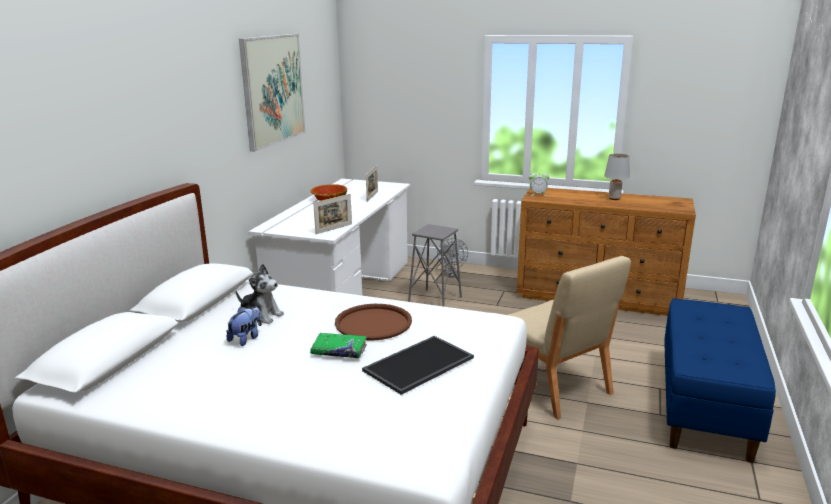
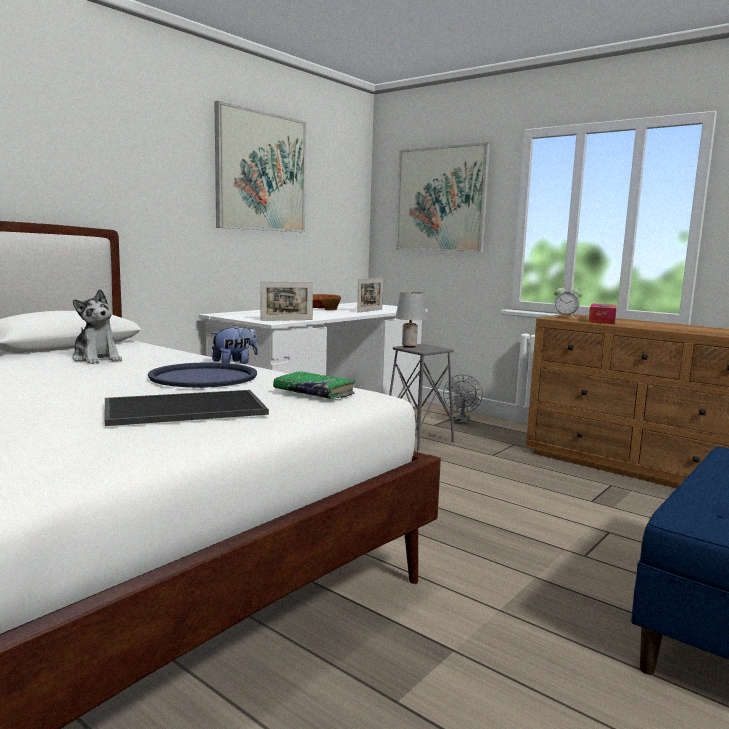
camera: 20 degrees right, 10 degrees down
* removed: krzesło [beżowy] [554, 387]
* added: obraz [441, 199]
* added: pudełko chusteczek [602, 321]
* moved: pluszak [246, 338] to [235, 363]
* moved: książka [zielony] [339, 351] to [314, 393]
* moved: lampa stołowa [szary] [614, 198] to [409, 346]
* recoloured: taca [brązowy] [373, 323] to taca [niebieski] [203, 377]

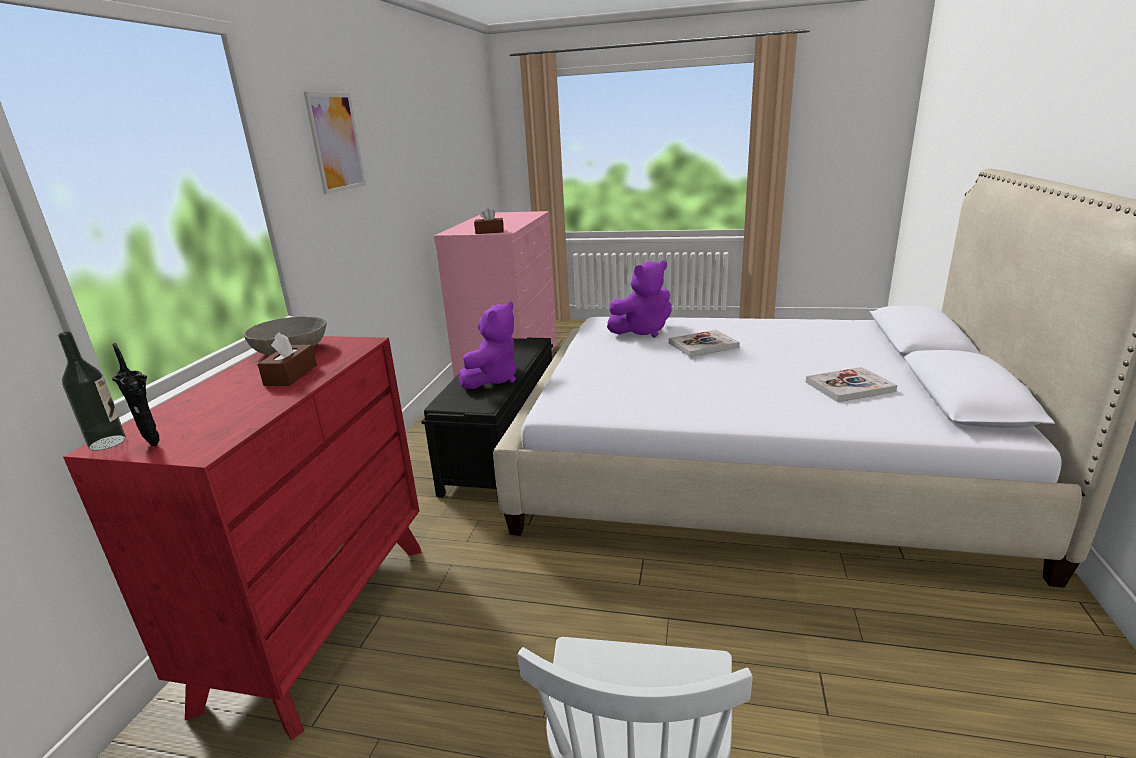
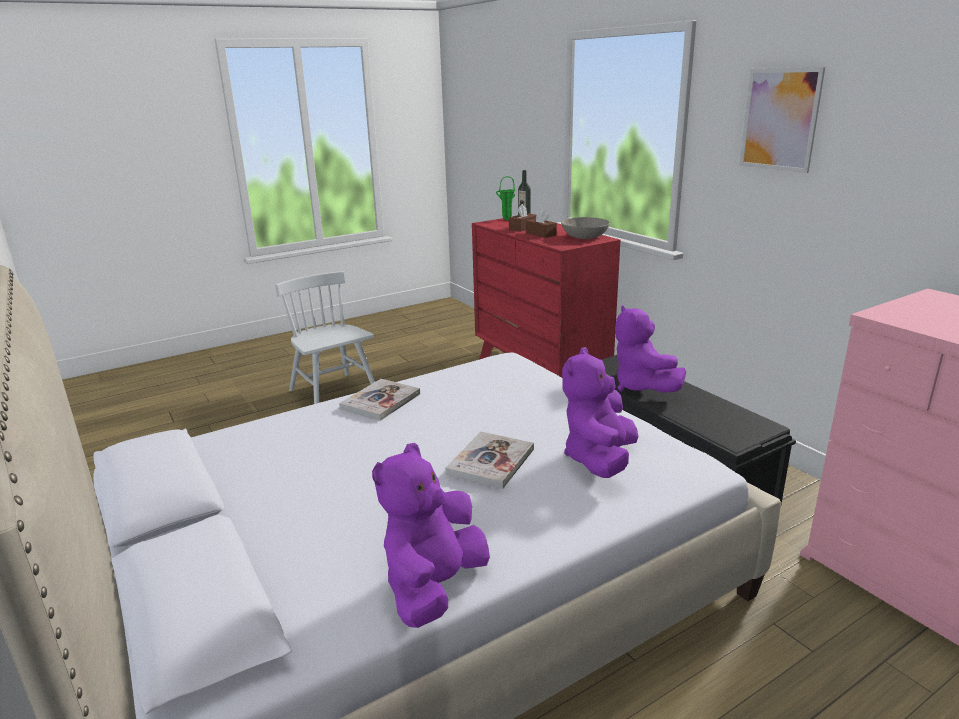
camera: 135 degrees right, 0 degrees up
* added: pluszak [fioletowy] [434, 587]
* moved: pudełko chusteczek [brązowy] [489, 232] to [523, 228]
* moved: książka [849, 387] to [380, 401]
* recoloured: wazon [czarny] [154, 446] to wazon [zielony] [506, 220]

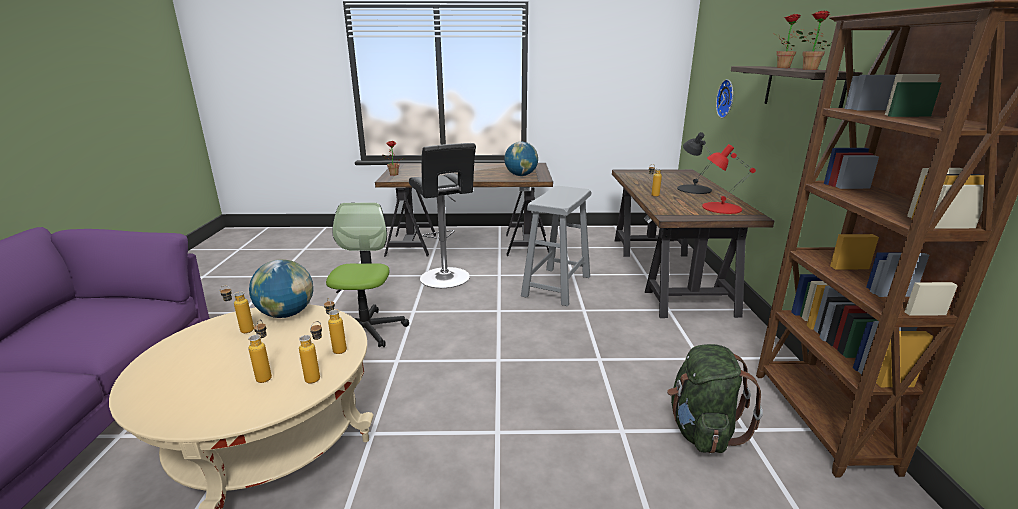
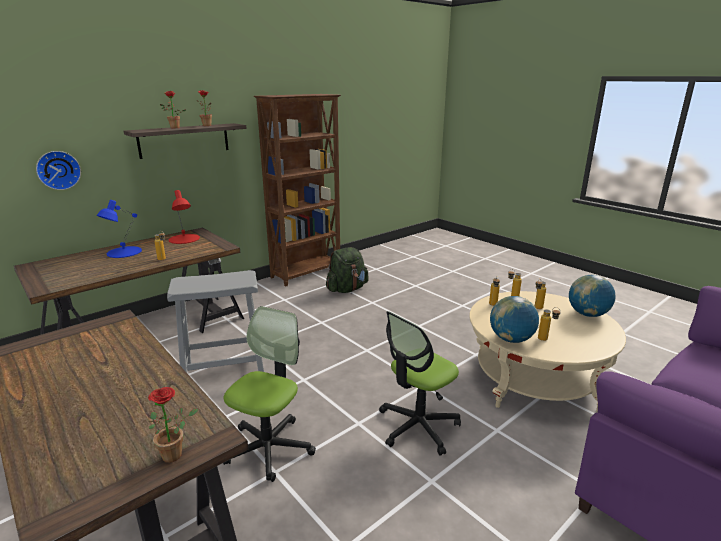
camera: 130 degrees left, 0 degrees up
* moved: globus [521, 175] to [587, 314]
* replaced: stołek [czarny] [446, 279] to krzesło biurowe [269, 448]
* recoloured: lampa stołowa [czarny] [694, 189] to lampa stołowa [niebieski] [123, 252]

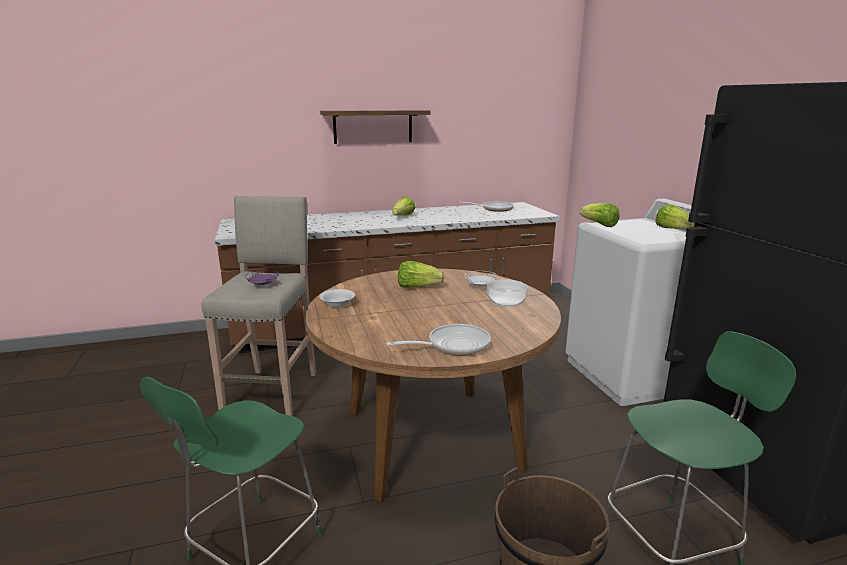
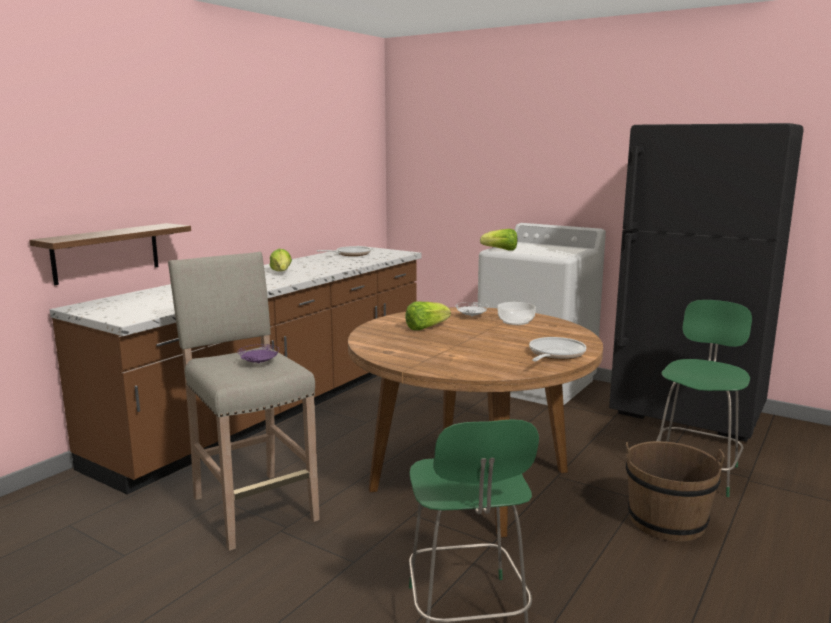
camera: 40 degrees left, 5 degrees down
* removed: miska [biały] [337, 304]
* removed: sałata [673, 230]
* moved: półka [373, 126] to [106, 253]

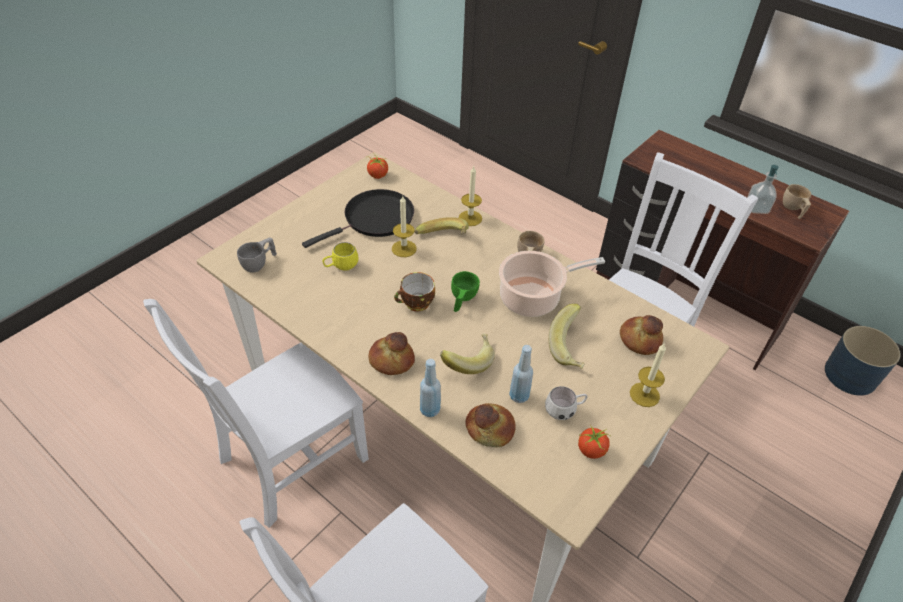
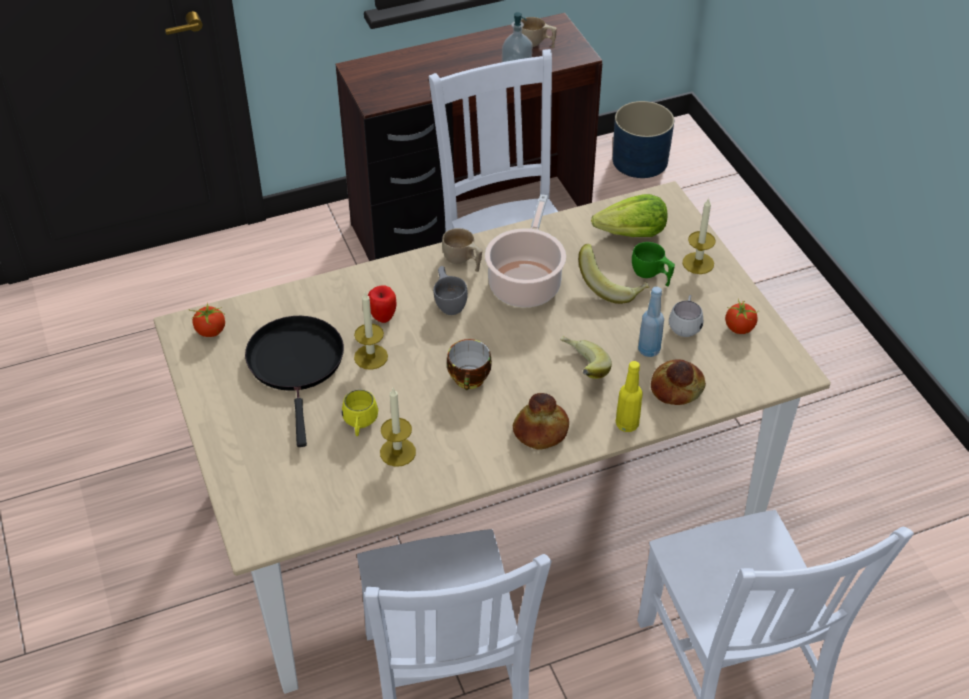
camera: 60 degrees left, 0 degrees up
* moved: filiżanka [szary] [259, 263] to [449, 301]
* moved: filiżanka [zielony] [462, 300] to [651, 275]
* moved: świeca [470, 218] to [397, 452]
* replaced: banan [443, 240] to jabłko [383, 317]
* replaced: chleb [639, 340] to sałata [632, 234]
* recoloured: butelka [niebieski] [430, 410] to butelka [żółty] [627, 424]

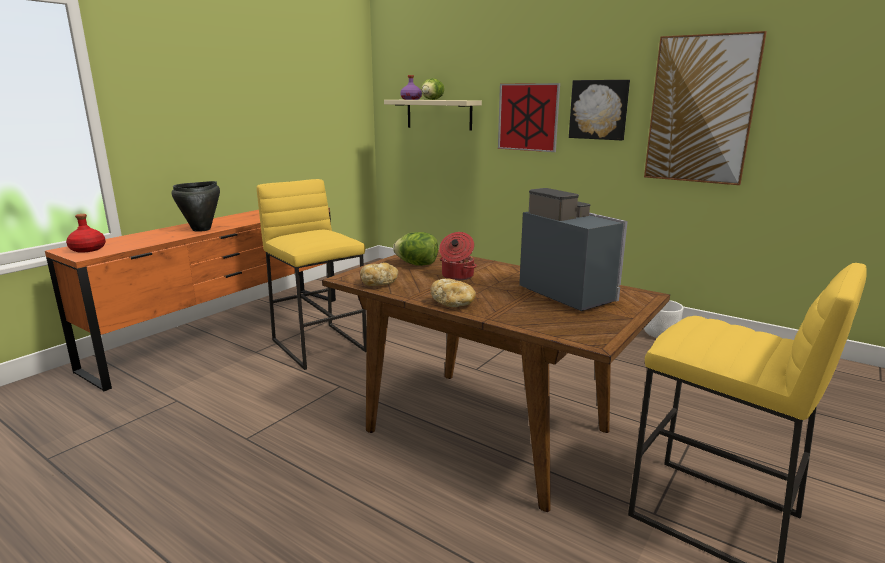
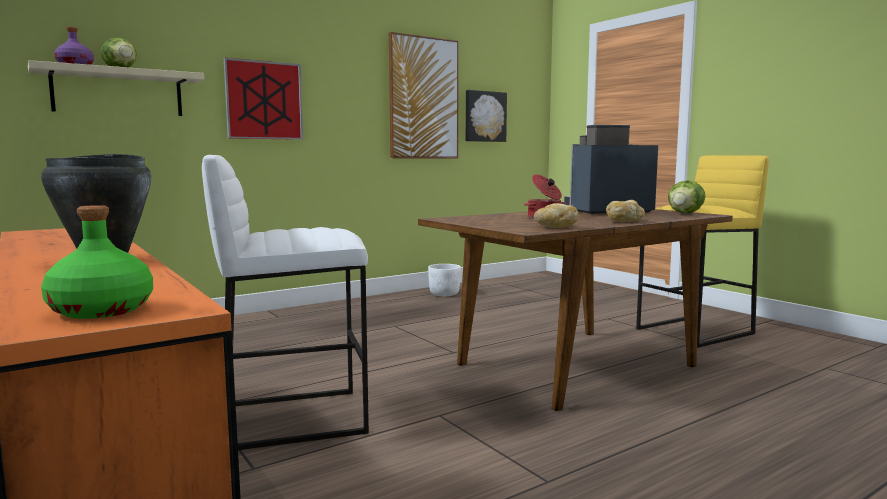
camera: 70 degrees left, 10 degrees down
* moved: sałata [417, 264] to [685, 213]
* moved: obraz [599, 109] to [484, 116]
* recoloured: butelka [czerwony] [87, 249] to butelka [zielony] [100, 310]
* recoloured: stołek [żółty] [320, 345] to stołek [biały] [294, 418]

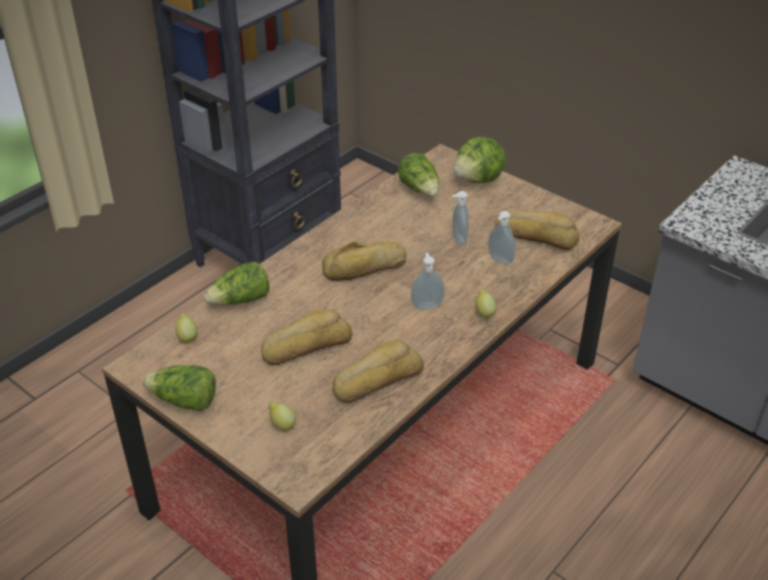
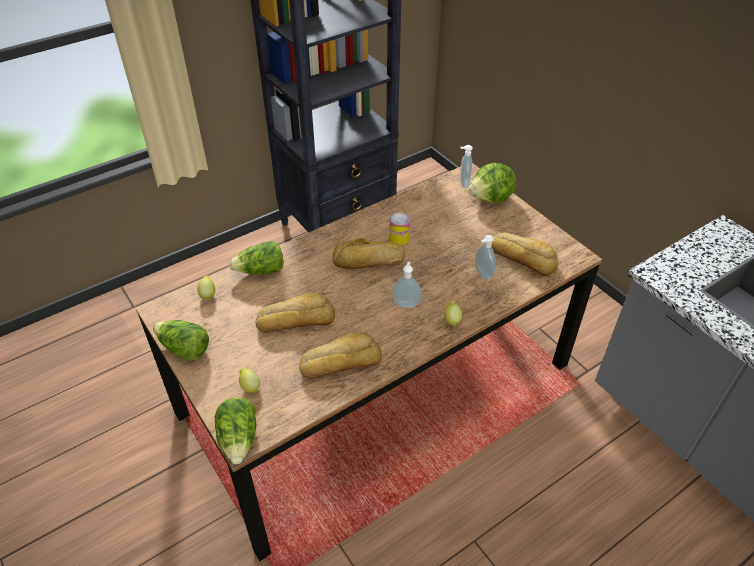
camera: 15 degrees right, 5 degrees up
* added: puszka [399, 238]
* moved: sałata [420, 189] to [239, 439]
* moved: dozownik mydła [458, 240] to [463, 182]

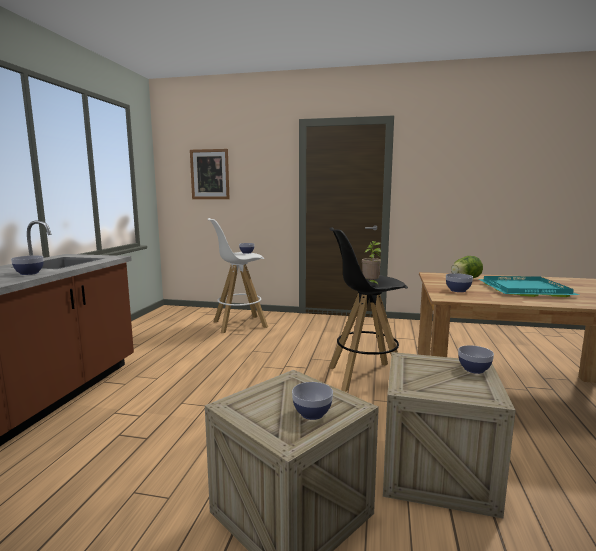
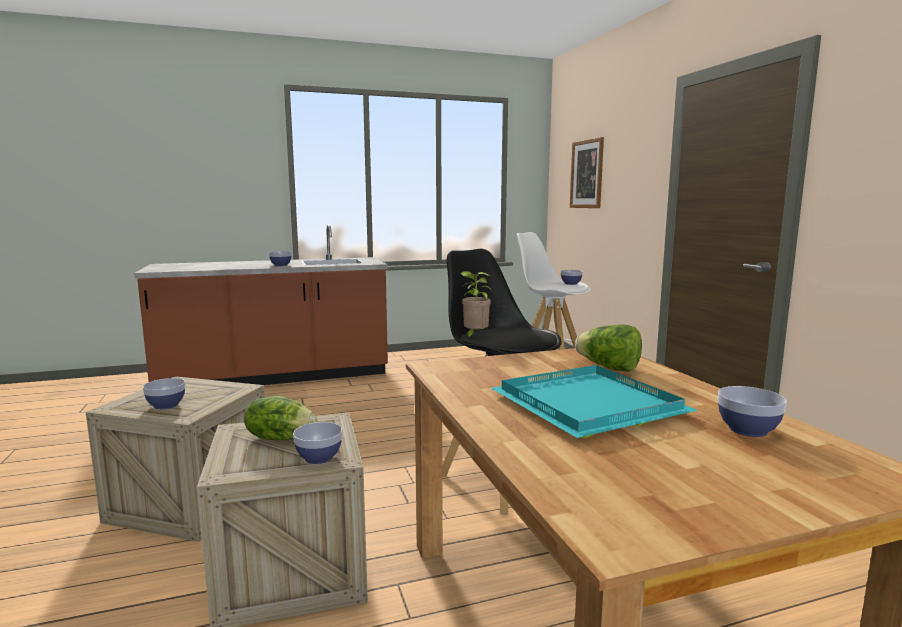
camera: 60 degrees right, 0 degrees up
* added: sałata [280, 438]
* moved: miska [458, 290] to [748, 430]

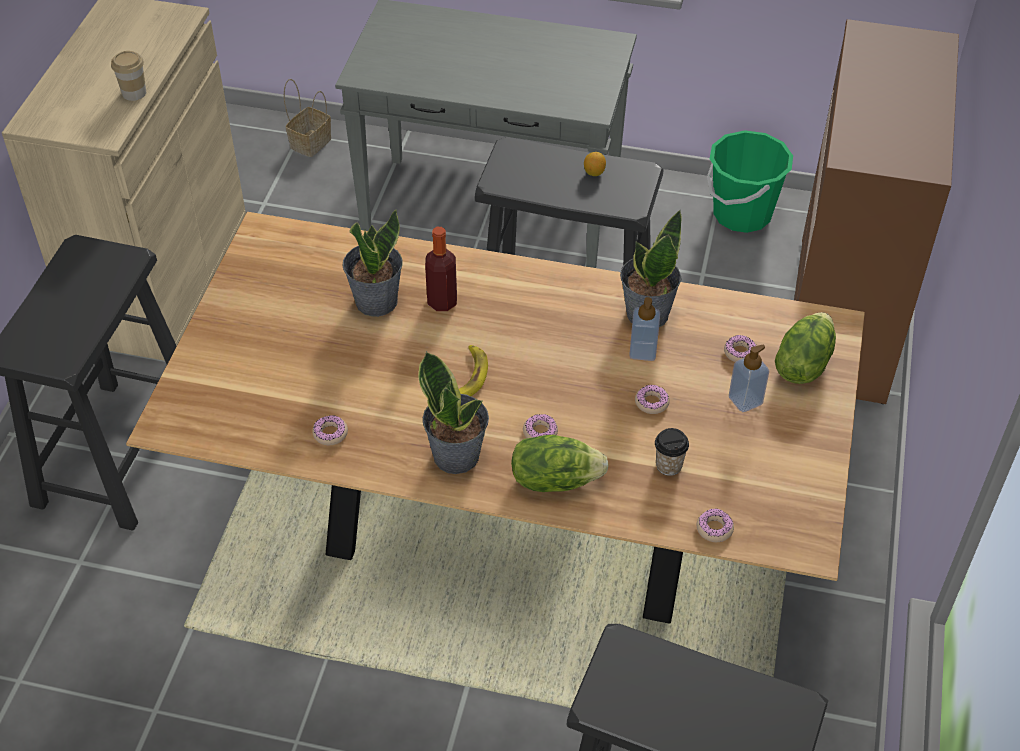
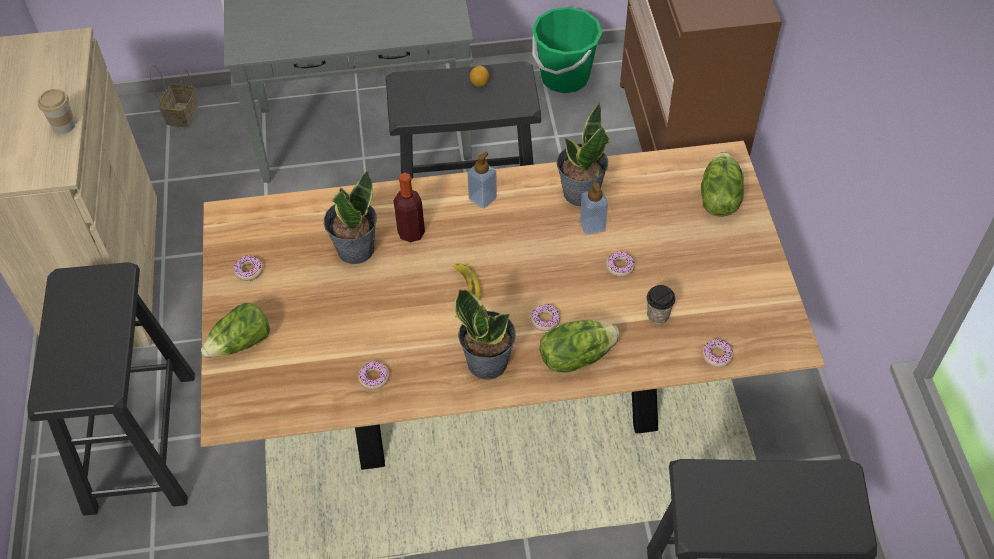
camera: 20 degrees left, 5 degrees up
* added: sałata [241, 343]
* moved: donut [740, 353] to [249, 270]
* moved: dozownik mydła [745, 400] to [482, 198]

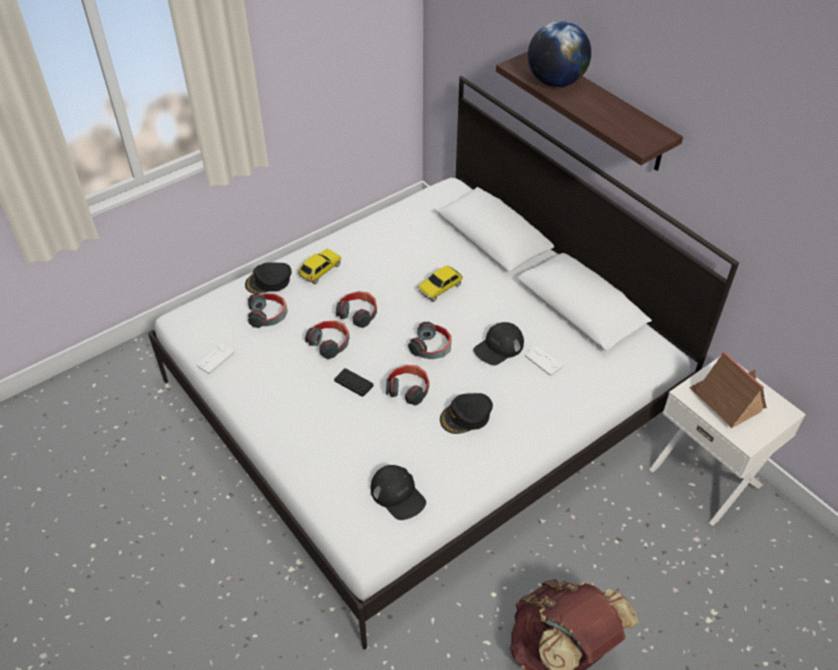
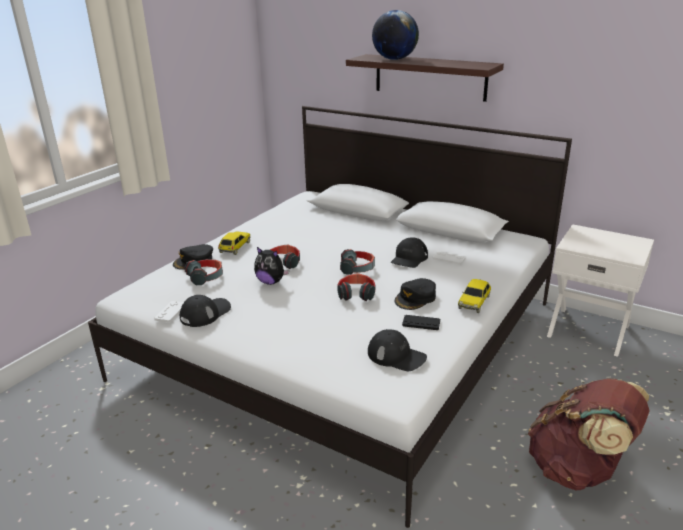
camera: 20 degrees left, 20 degrees down
* removed: domek [725, 401]
* added: czapka z daszkiem [czarny] [205, 313]
* moved: pad do gier [czarny] [353, 383] to [421, 323]
* moved: samochodzik [440, 288] to [474, 302]
* replaced: słuchawki [330, 343] to pluszak [271, 282]

